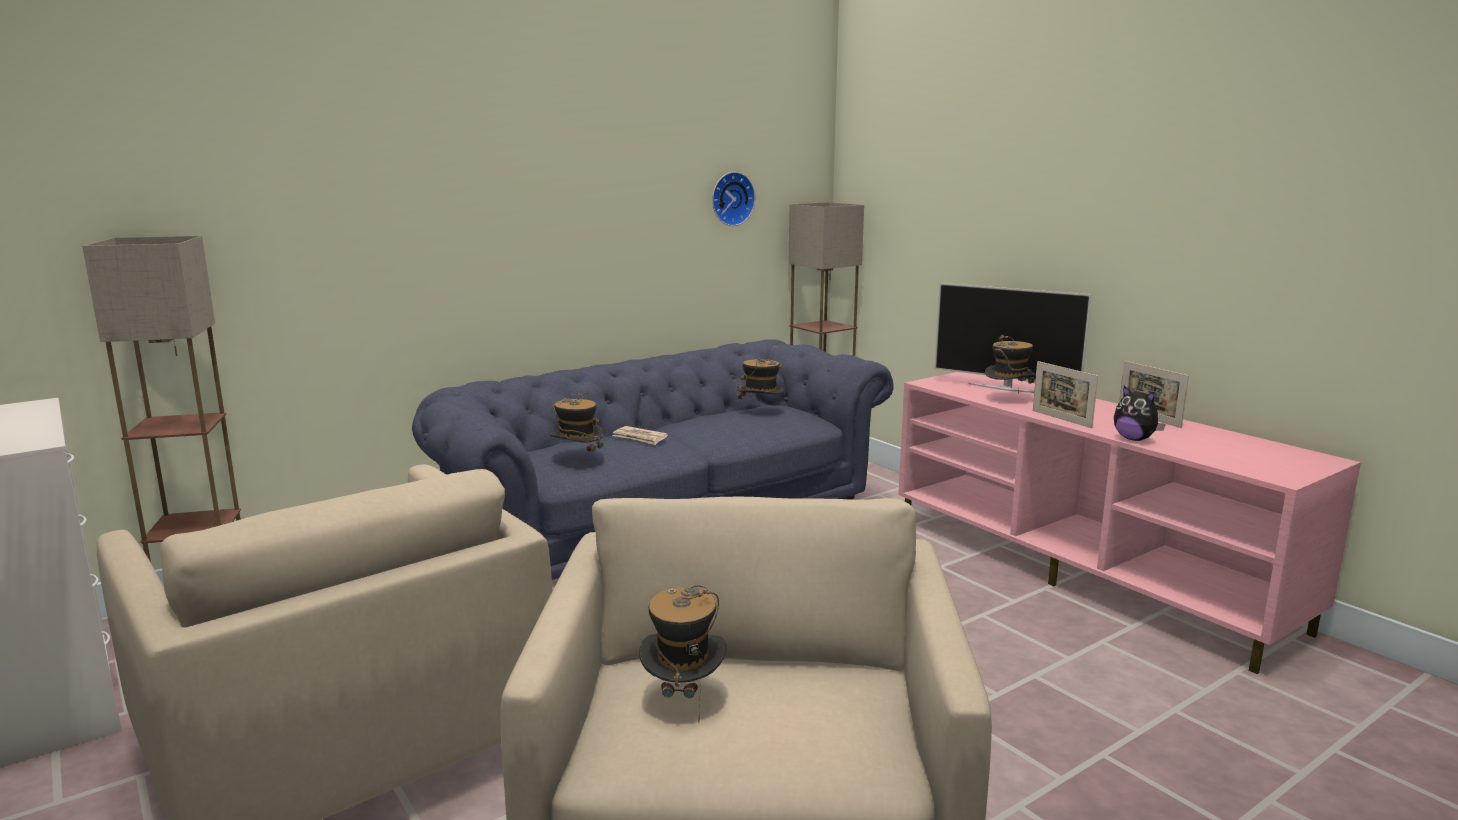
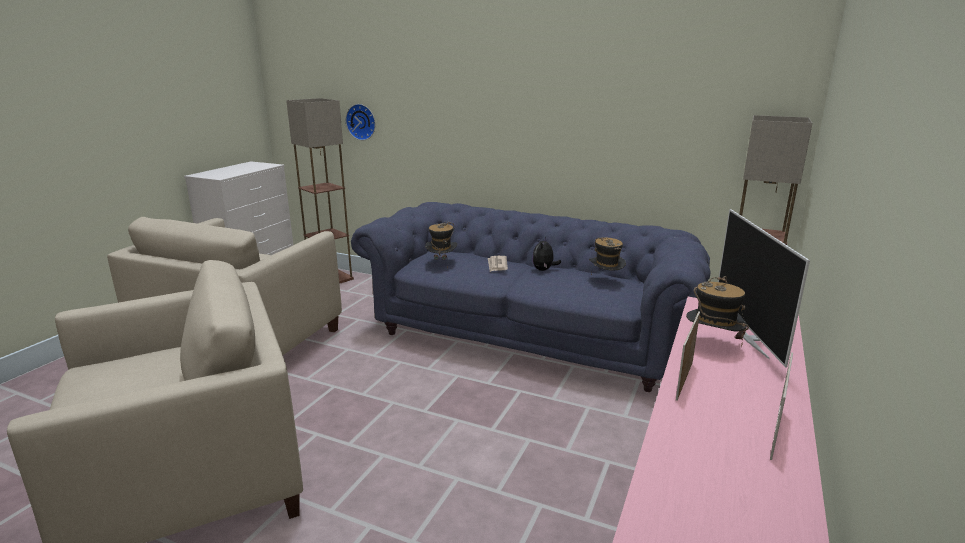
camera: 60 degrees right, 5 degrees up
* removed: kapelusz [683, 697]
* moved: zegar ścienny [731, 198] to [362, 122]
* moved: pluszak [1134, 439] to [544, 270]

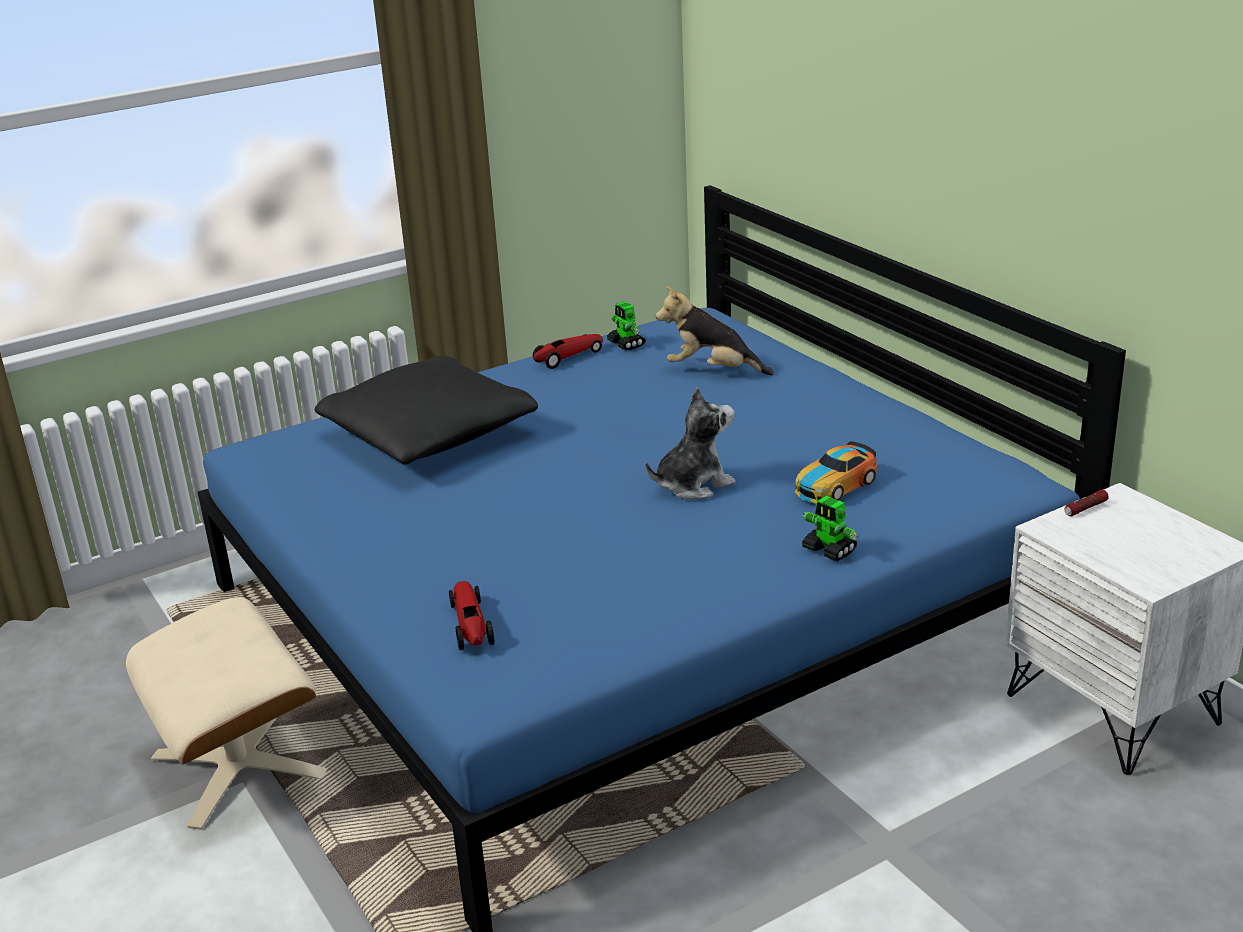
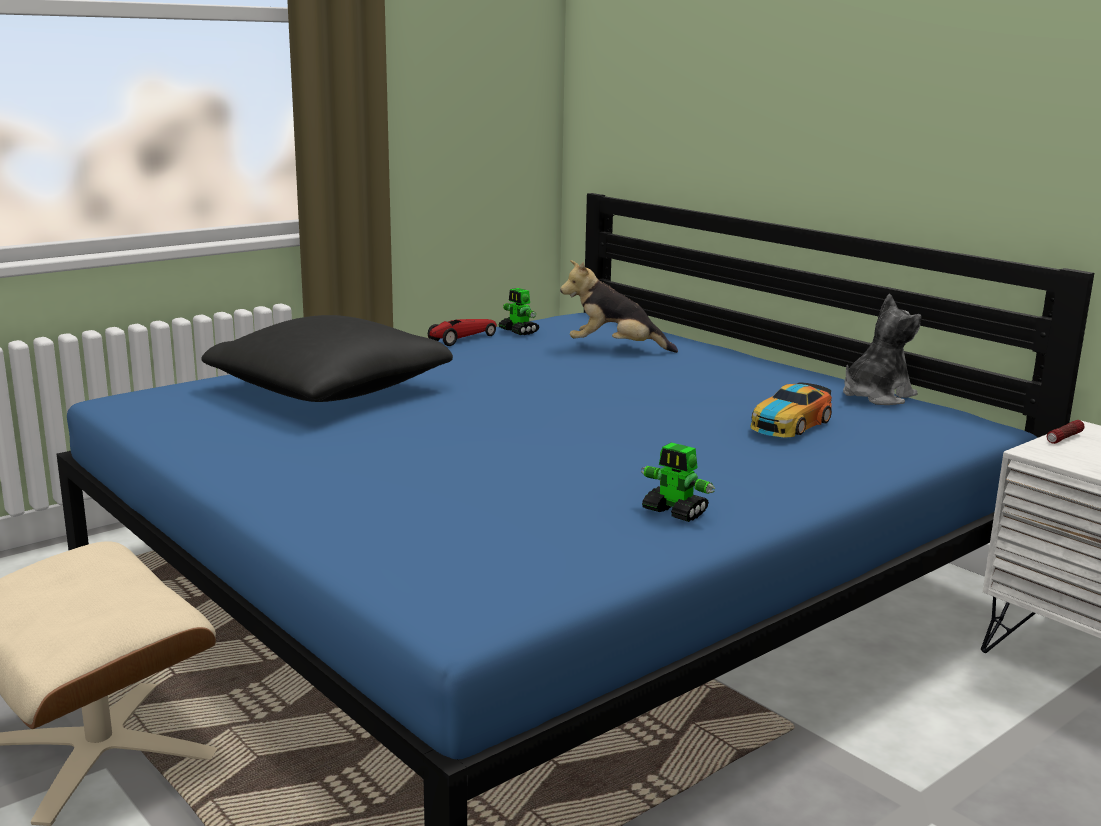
camera: 10 degrees left, 10 degrees down
* removed: samochodzik [471, 625]
* moved: pluszak [693, 484] to [876, 396]
* moved: robot zabawkowy [829, 550] to [675, 512]

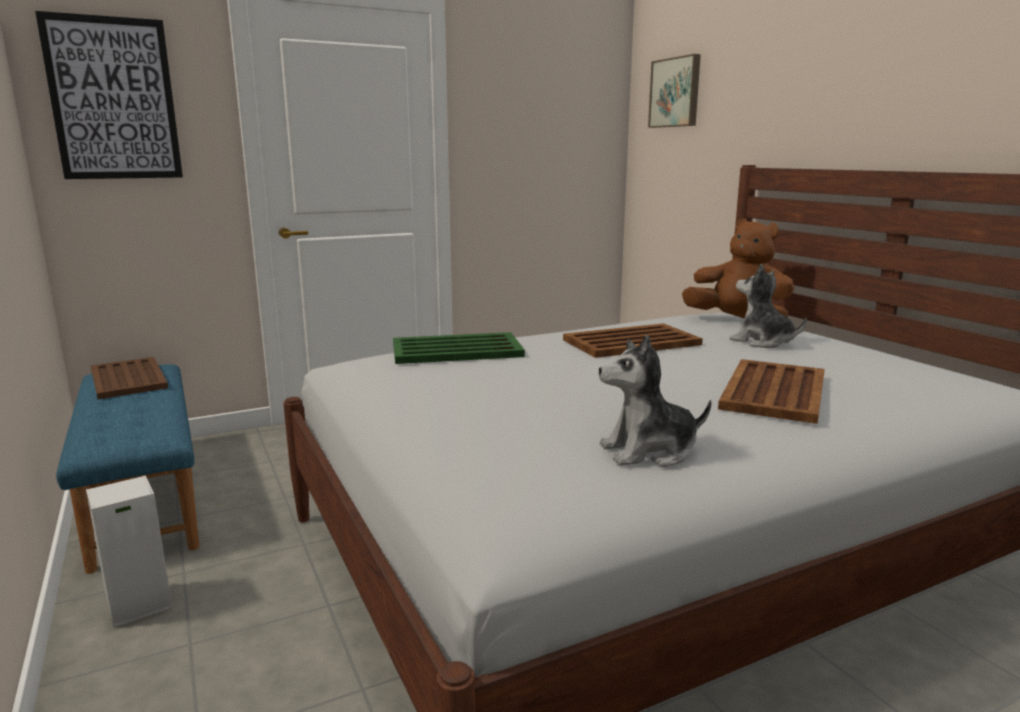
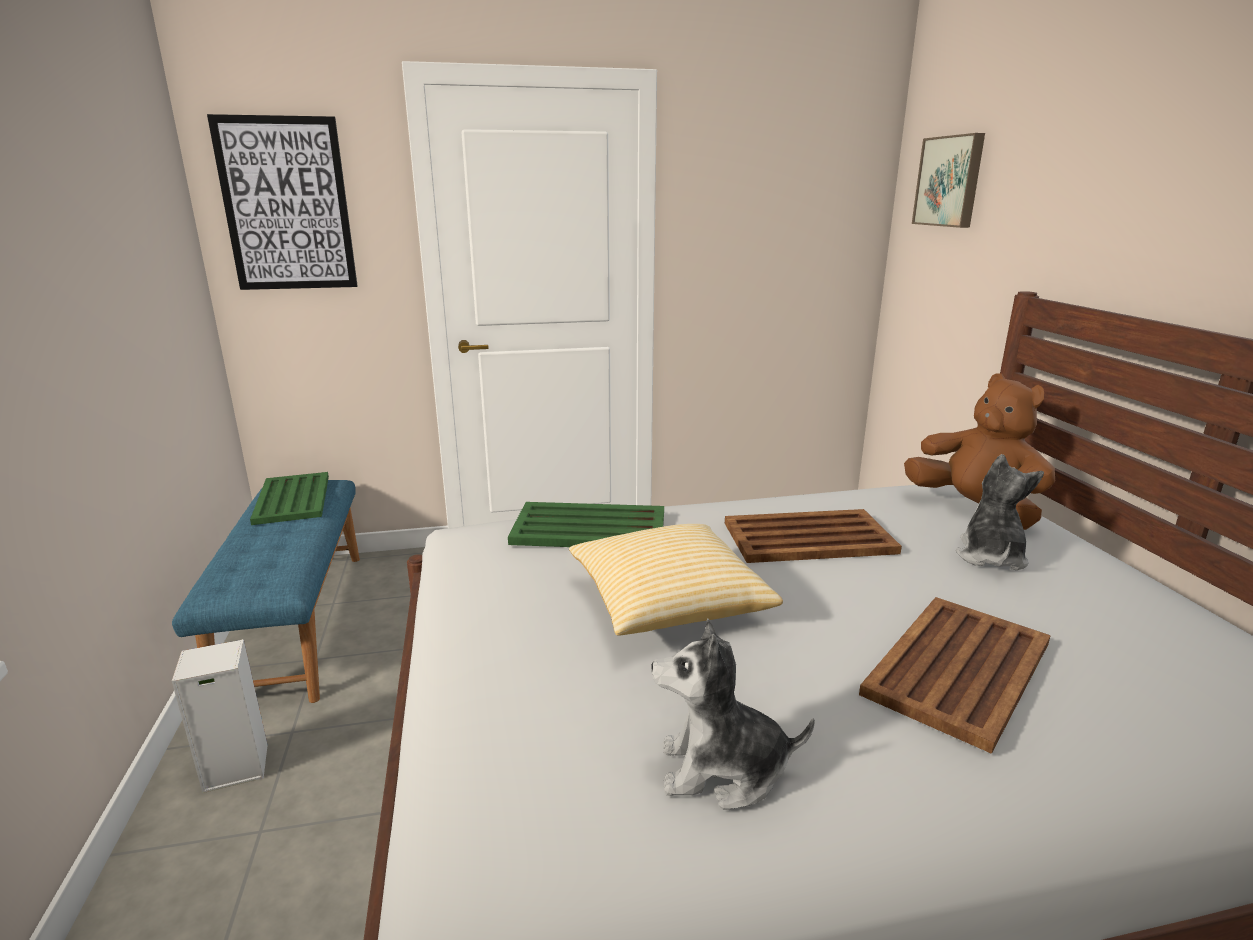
camera: 15 degrees right, 5 degrees up
* added: poduszka [667, 603]
* recoloured: taca [brązowy] [128, 379] to taca [zielony] [292, 499]
* turned: pluszak [762, 342] = [990, 556] 45 degrees clockwise

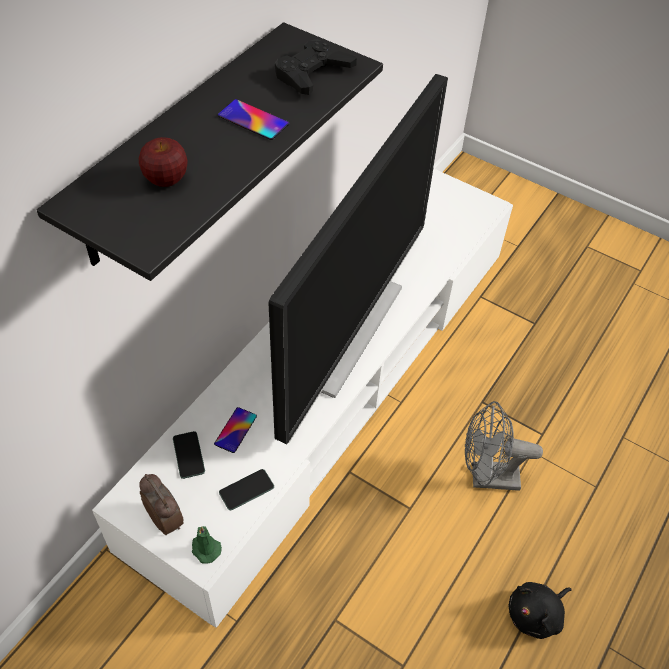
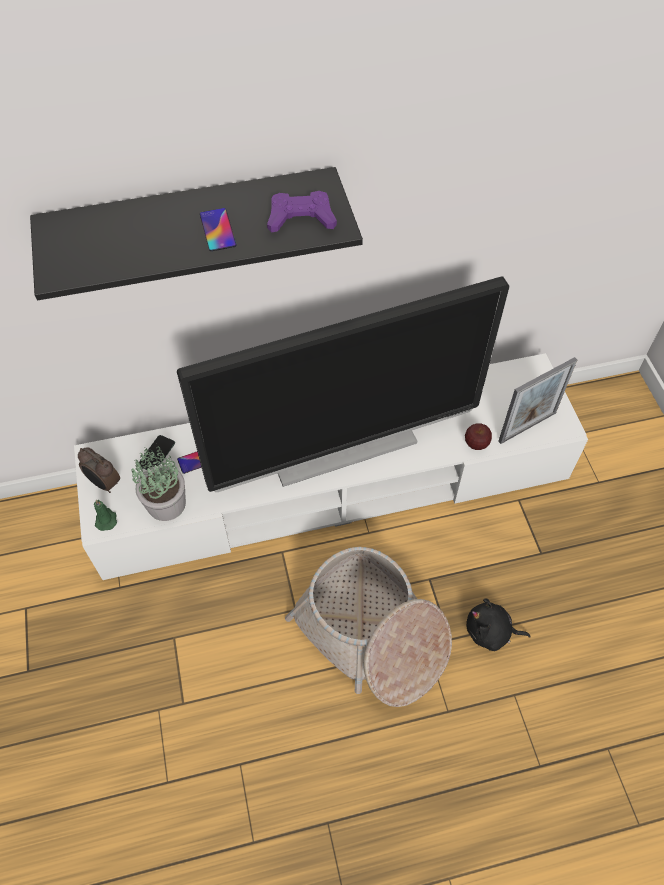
camera: 45 degrees right, 5 degrees up
* added: ramka na zdjęcie [527, 427]
* moved: jabłko [165, 179] to [476, 443]
* moved: pluszak [czarny] [536, 614] to [491, 632]
* replaced: telefon [246, 490] to roślina doniczkowa [166, 503]
* replaced: wentylator [szary] [486, 477] to koszyk [371, 634]
* recoloured: pad do gier [czarny] [312, 73] to pad do gier [fioletowy] [301, 218]
* turned: budzik [166, 519] = [104, 483] 120 degrees clockwise

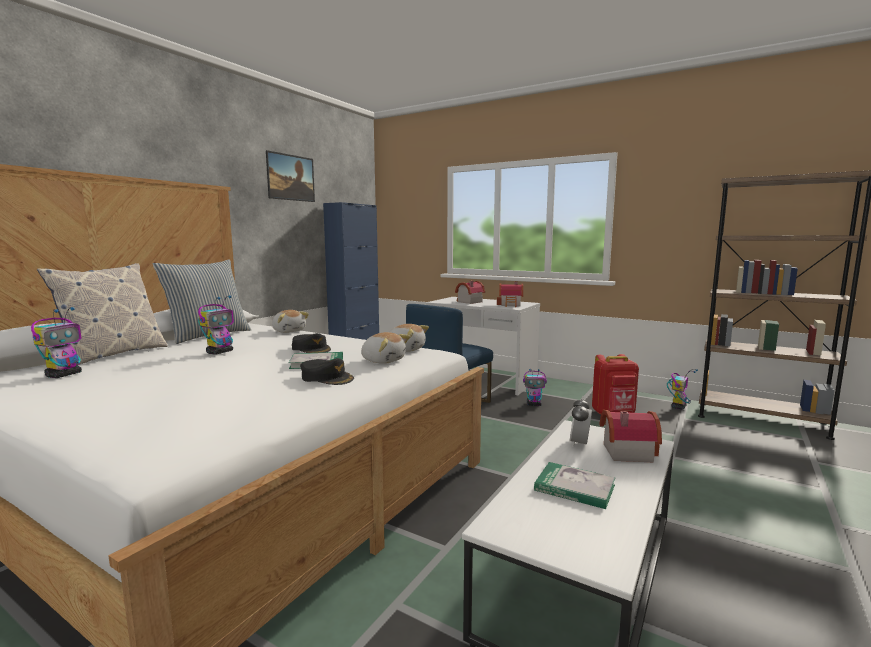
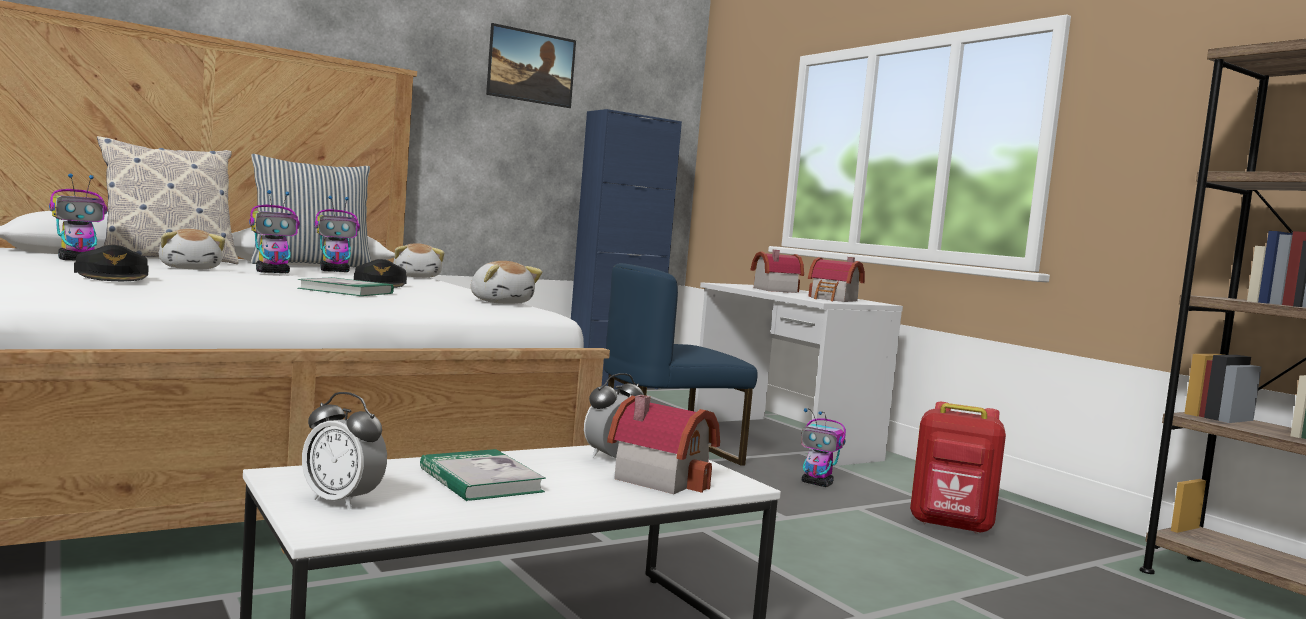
camera: 25 degrees right, 5 degrees down
* added: budzik [342, 501]
* moved: czapka z daszkiem [czarny] [327, 378] to [113, 277]
* moved: pluszak [383, 360] to [191, 268]
* moved: robot zabawkowy [678, 407] to [335, 271]

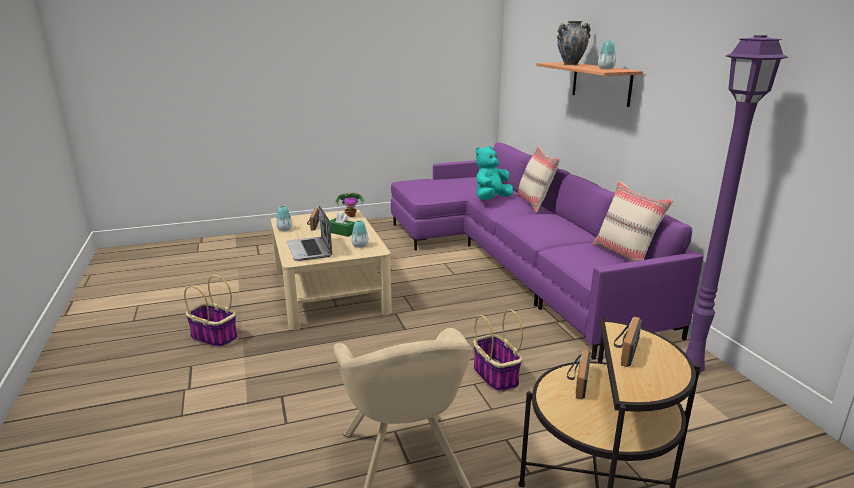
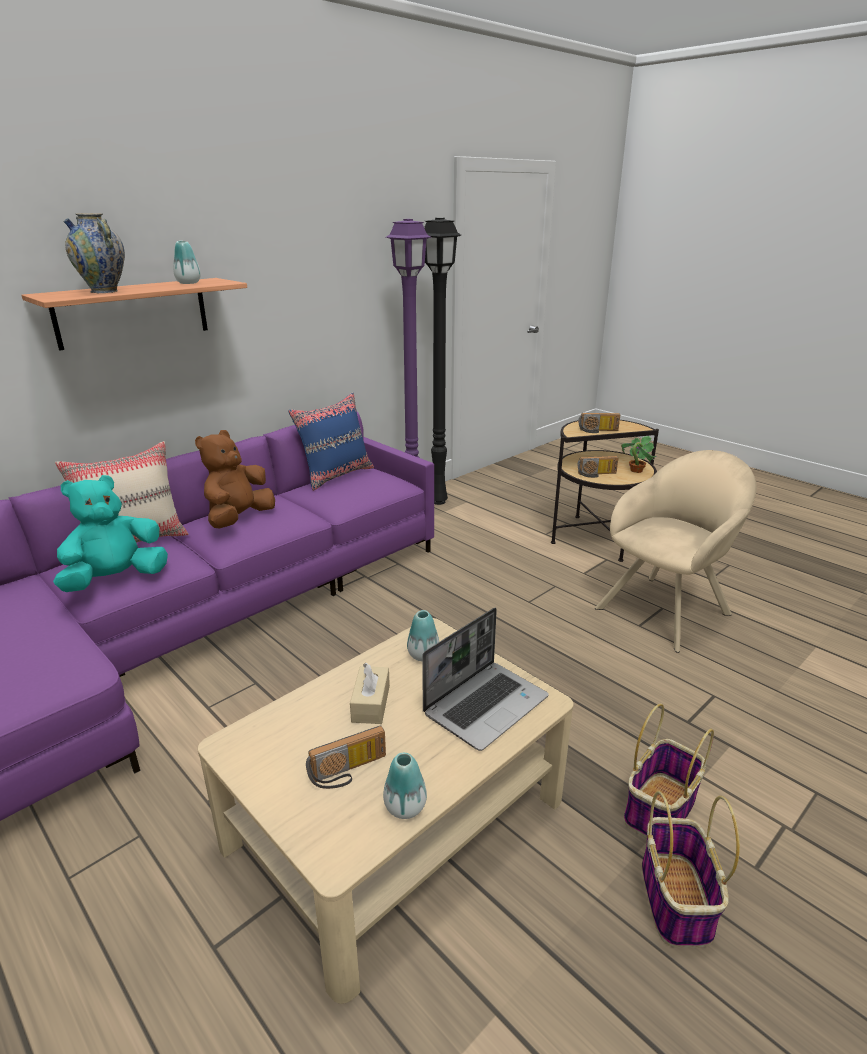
camera: 115 degrees left, 5 degrees up
* added: pluszak [brązowy] [239, 519]
* added: lampa stojąca [czarny] [438, 502]
* moved: roślina doniczkowa [351, 215] to [635, 470]
* moved: koszyk [494, 376] to [659, 809]
* recoloured: pudełko chusteczek [zielony] [342, 232] to pudełko chusteczek [beżowy] [371, 703]
* recoloured: poduszka [beżowy] [625, 255] to poduszka [niebieski] [336, 475]
* turned: pluszak [turkusowy] [491, 199] = [116, 579] 120 degrees clockwise

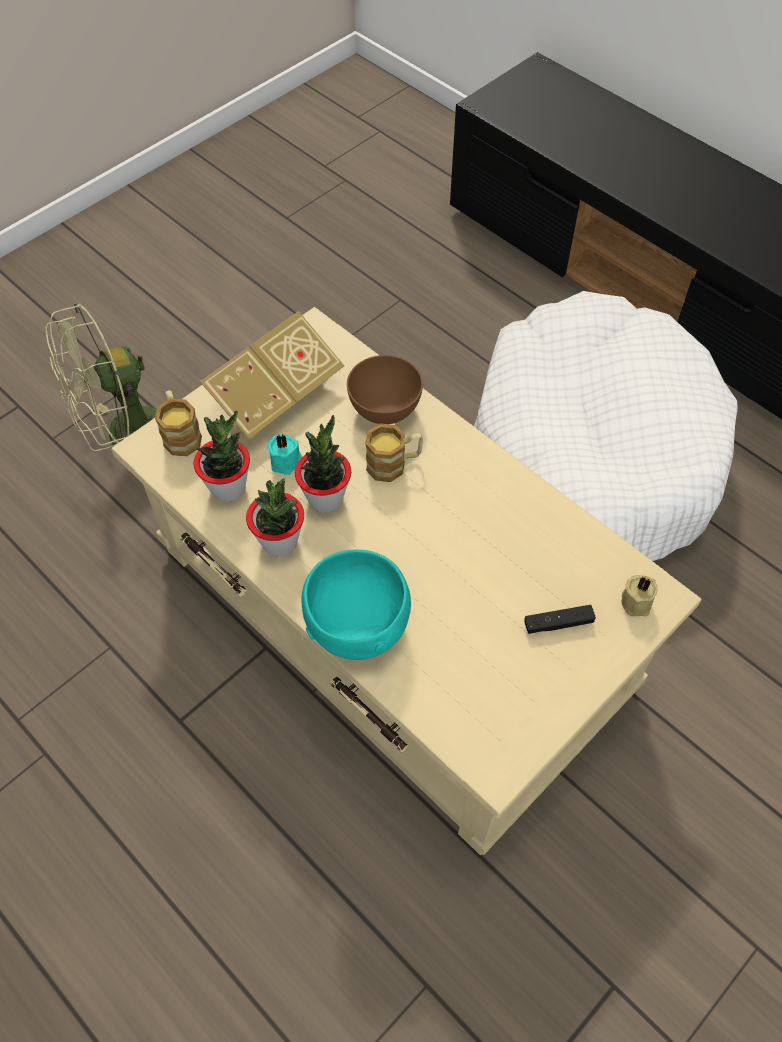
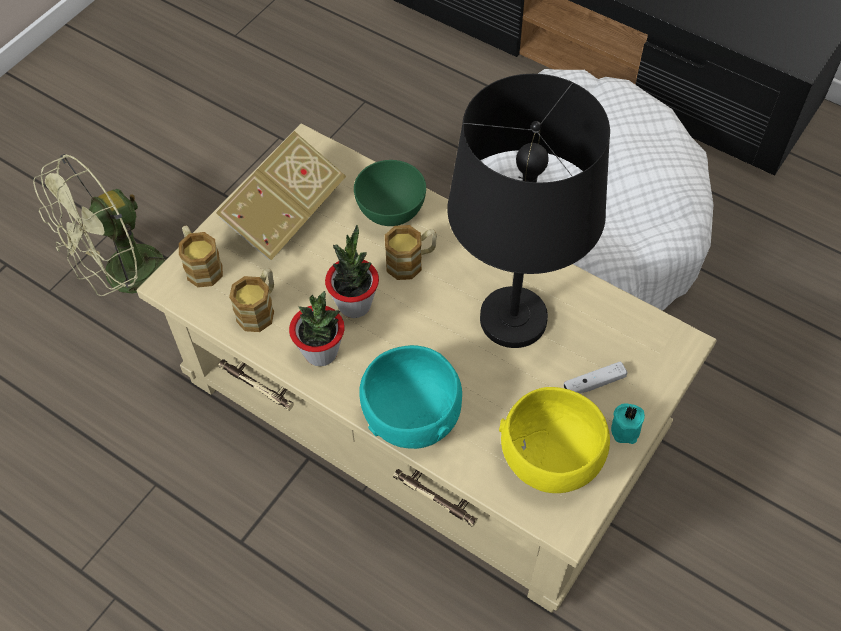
camera: 10 degrees left, 0 degrees up
* removed: świeca [beżowy] [637, 601]
* added: lampa stołowa [czarny] [513, 320]
* added: miska [żółty] [551, 460]
* moved: świeca [turkusowy] [286, 462] to [627, 429]
* replaced: roślina doniczkowa [228, 488] to kubek [259, 309]
* recoloured: miska [brązowy] [384, 408] to miska [zielony] [391, 211]
* recoloured: pad do gier [czarny] [558, 623] to pad do gier [biały] [594, 383]

